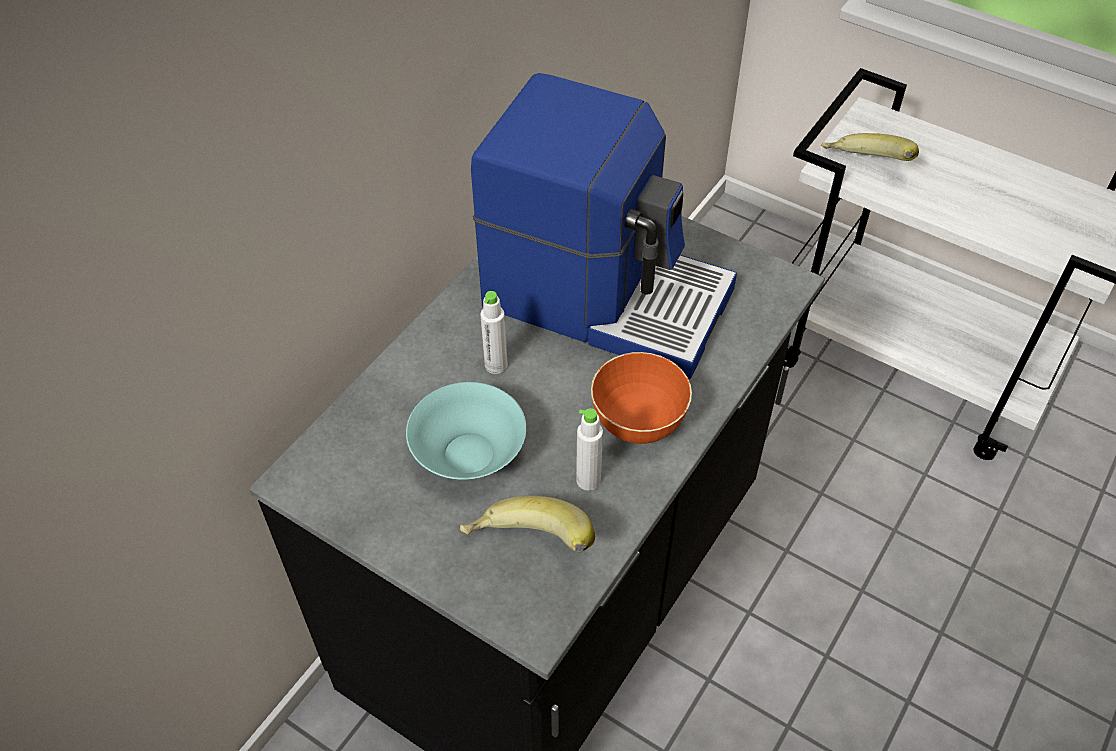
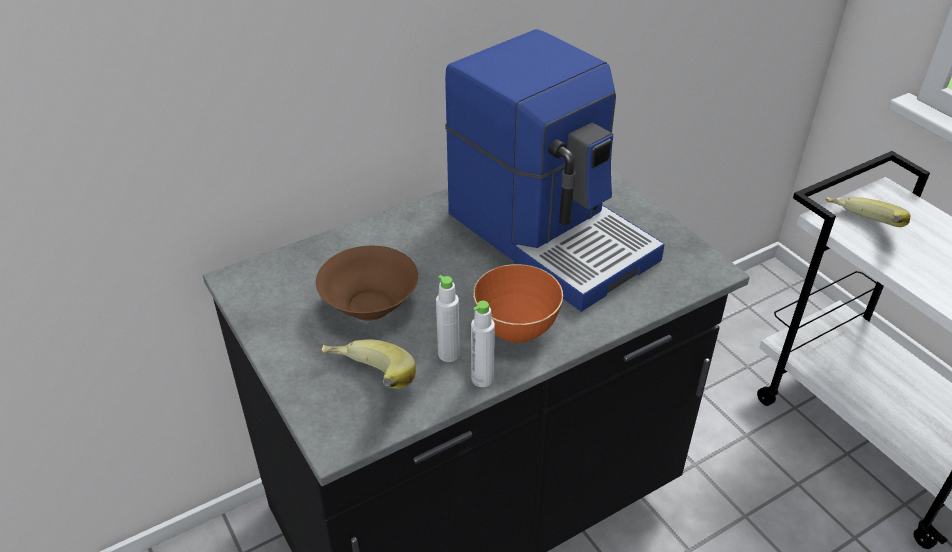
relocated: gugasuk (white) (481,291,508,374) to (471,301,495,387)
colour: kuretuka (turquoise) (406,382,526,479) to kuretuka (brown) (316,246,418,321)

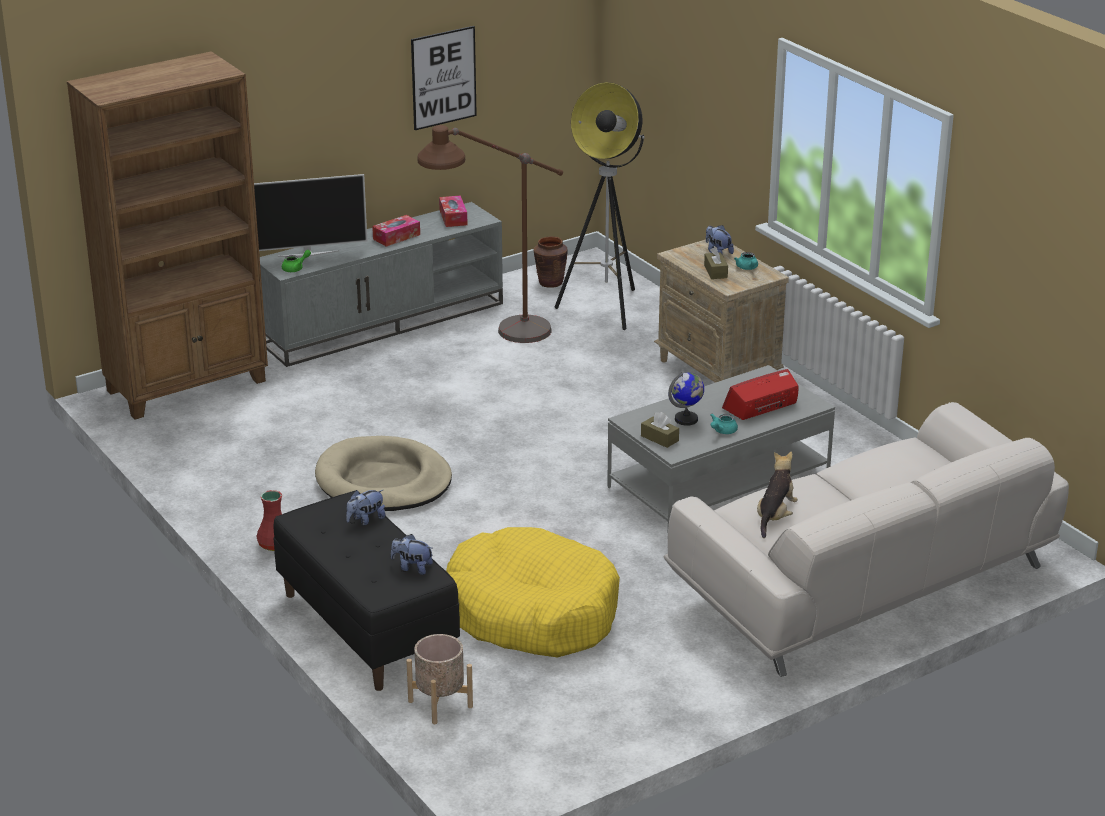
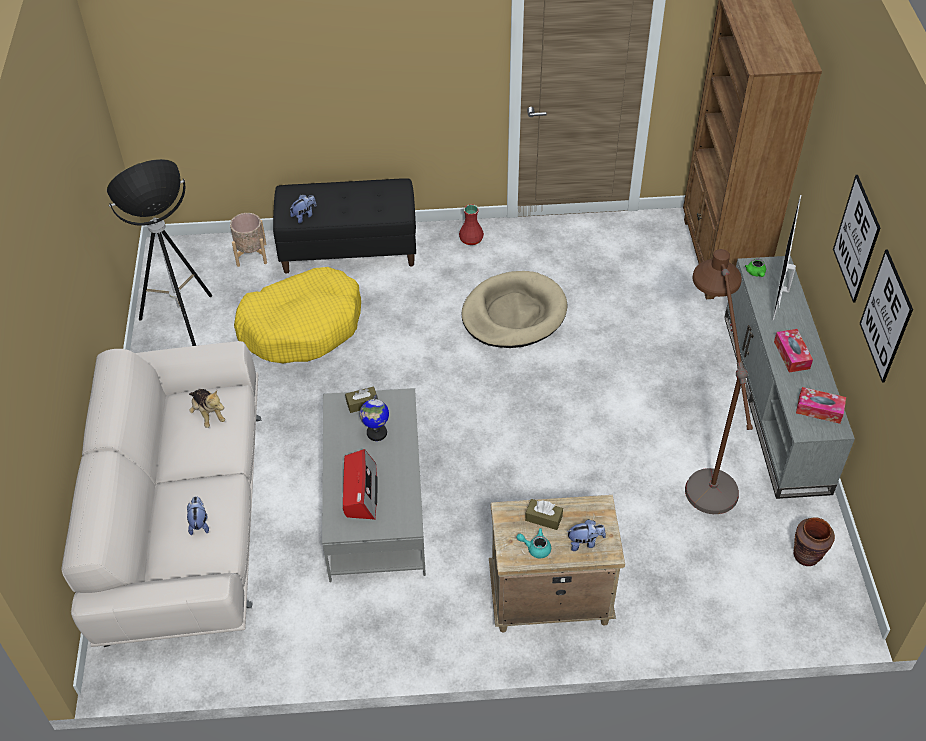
missing: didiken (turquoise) (711,414,738,434)
appeared: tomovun (833,175,880,303)
relocated: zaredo (555,82,645,330) to (107,159,212,346); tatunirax (346,490,385,525) to (187,496,209,535)

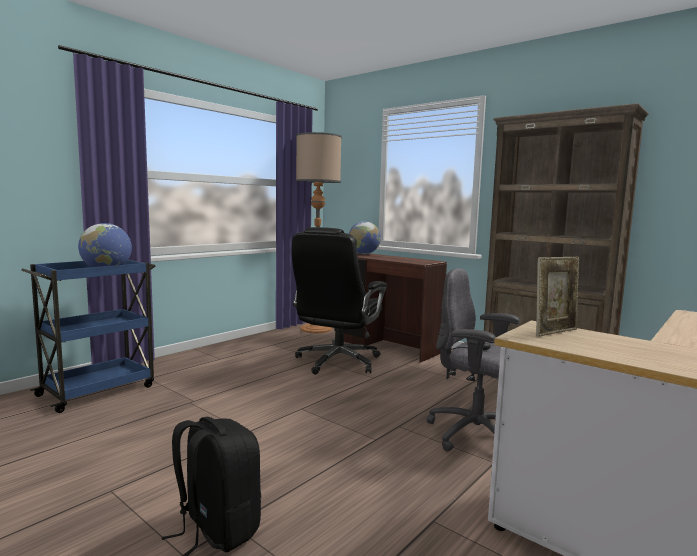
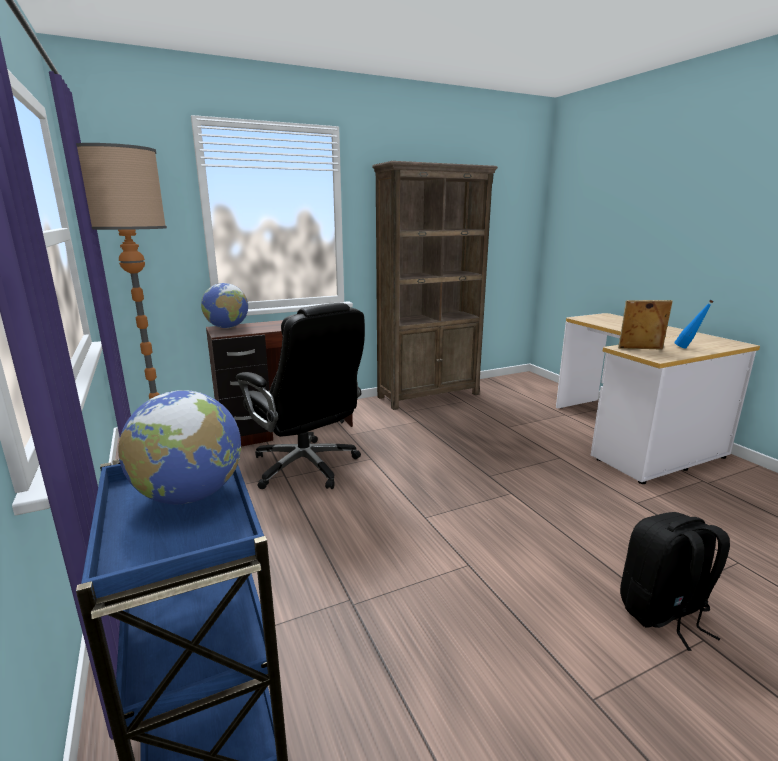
missing: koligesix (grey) (426,268,520,452)
appeared: gugasuk (blue) (674,300,714,349)
spun: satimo (536,257,579,337) = (618,300,673,350) 75 degrees counterclockwise

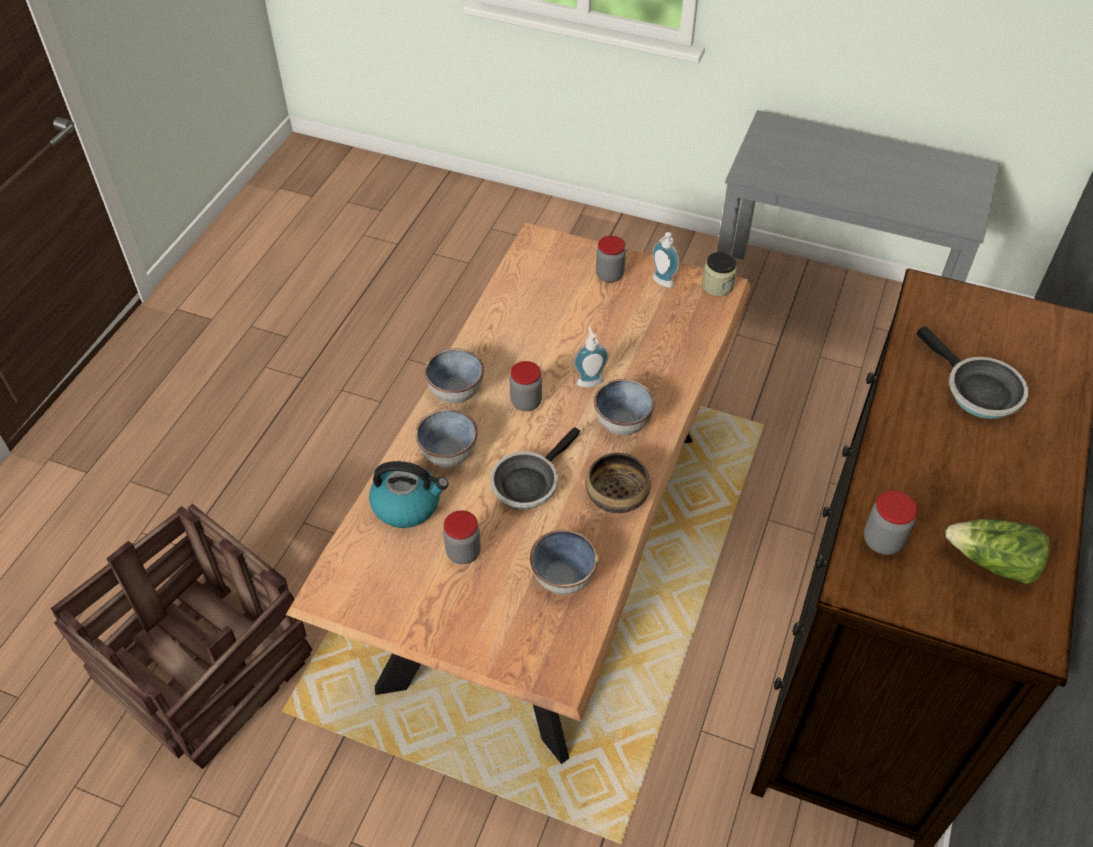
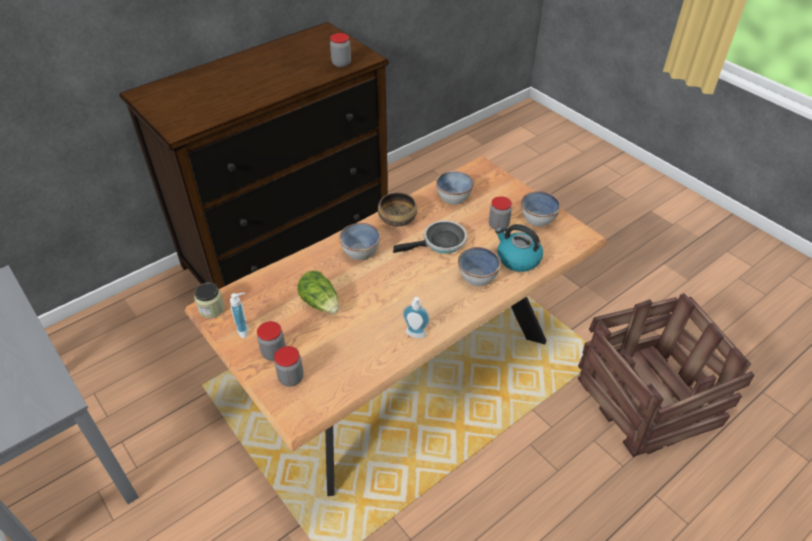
missing: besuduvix (917,326,1028,419)
relocated: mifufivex (510,361,542,411) to (274,346,304,387); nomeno (946,519,1050,584) to (297,271,339,314); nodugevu (574,326,609,387) to (403,297,430,338); kuretuka (425,348,484,404) to (521,191,561,227)

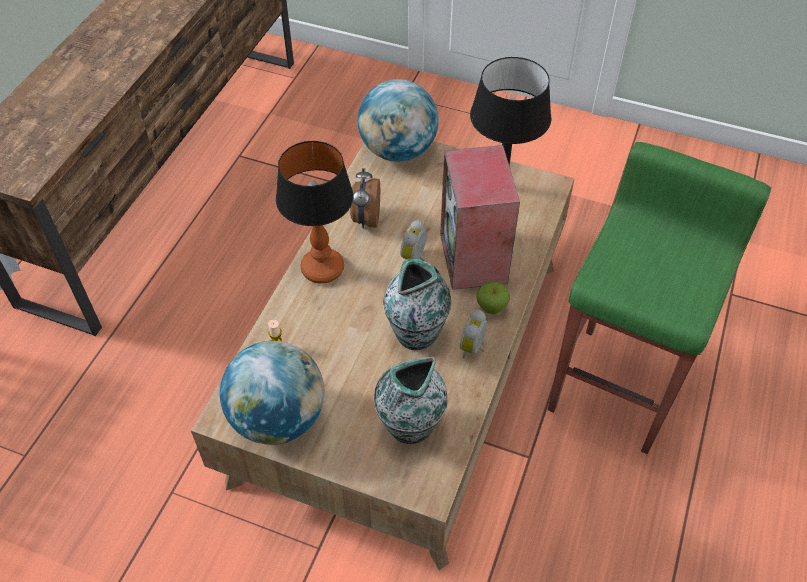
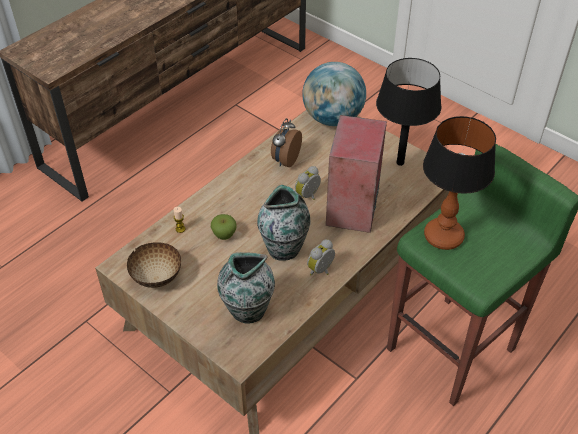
relocated: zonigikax (476,282,510,314) to (211,214,237,240); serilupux (276,141,354,284) to (423,116,496,250)
exchanged: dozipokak (220,341,324,445) to kuretuka (127,242,181,288)

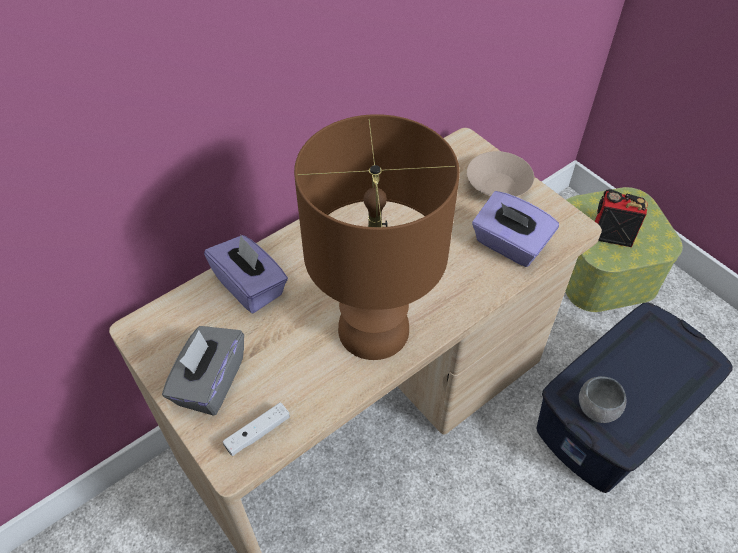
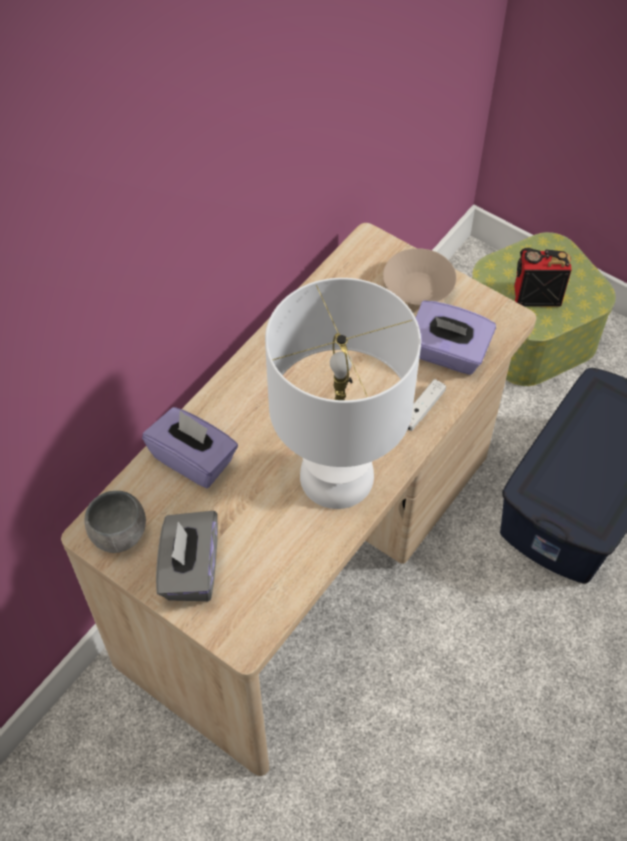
relocated: kuretuka (grey) (579,376,626,423) to (84,491,146,553); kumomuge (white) (223,402,290,456) to (407,379,446,431)
colour: serilupux (brown) (294,114,460,360) to serilupux (white) (265,278,421,509)

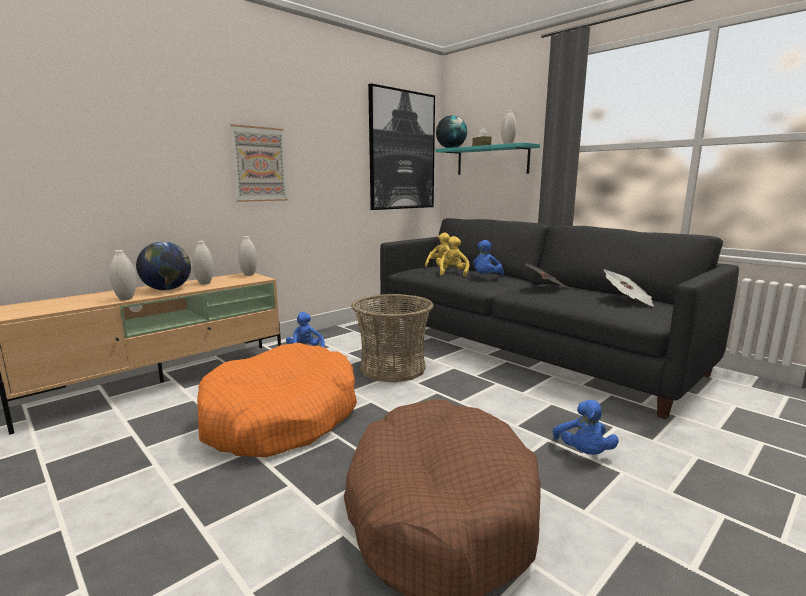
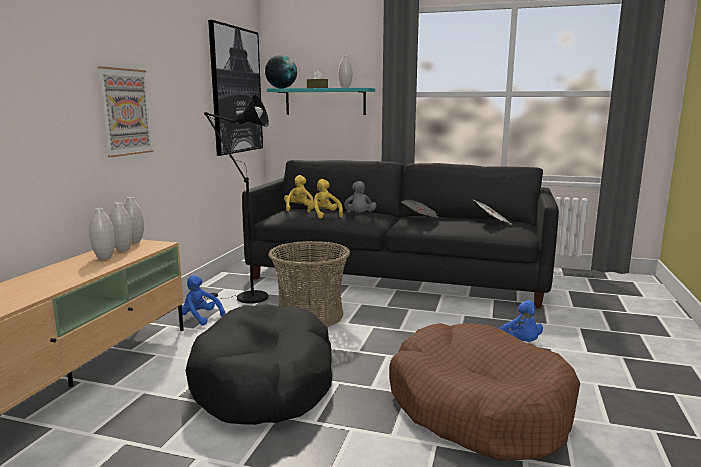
missing: dozipokak (136,242,191,290)
appeared: zaredo (black) (204,94,269,304)
relocated: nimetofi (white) (109,250,136,300) to (109,202,133,251)
colour: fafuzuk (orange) (197,343,357,457) to fafuzuk (black) (185,304,332,425); tatunirax (blue) (473,240,504,275) to tatunirax (grey) (344,181,377,213)

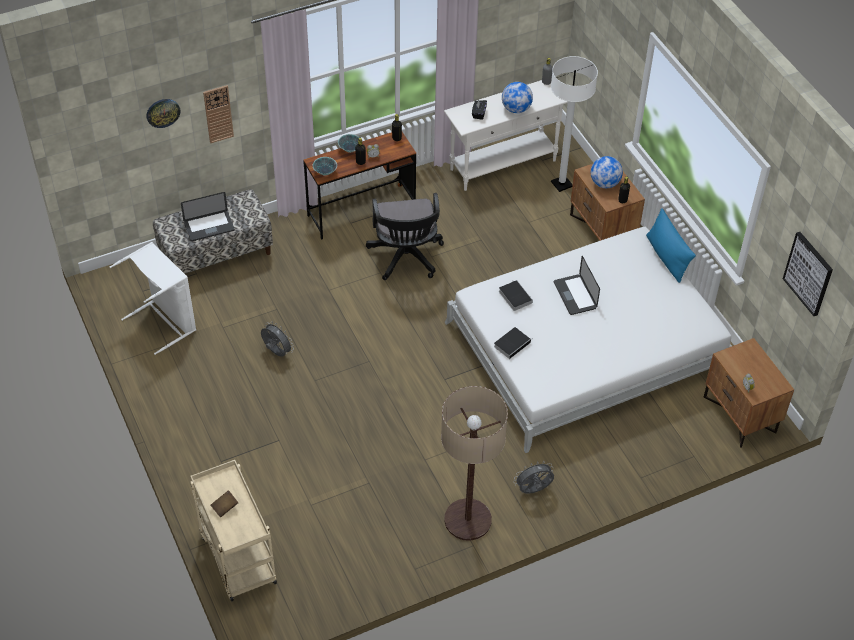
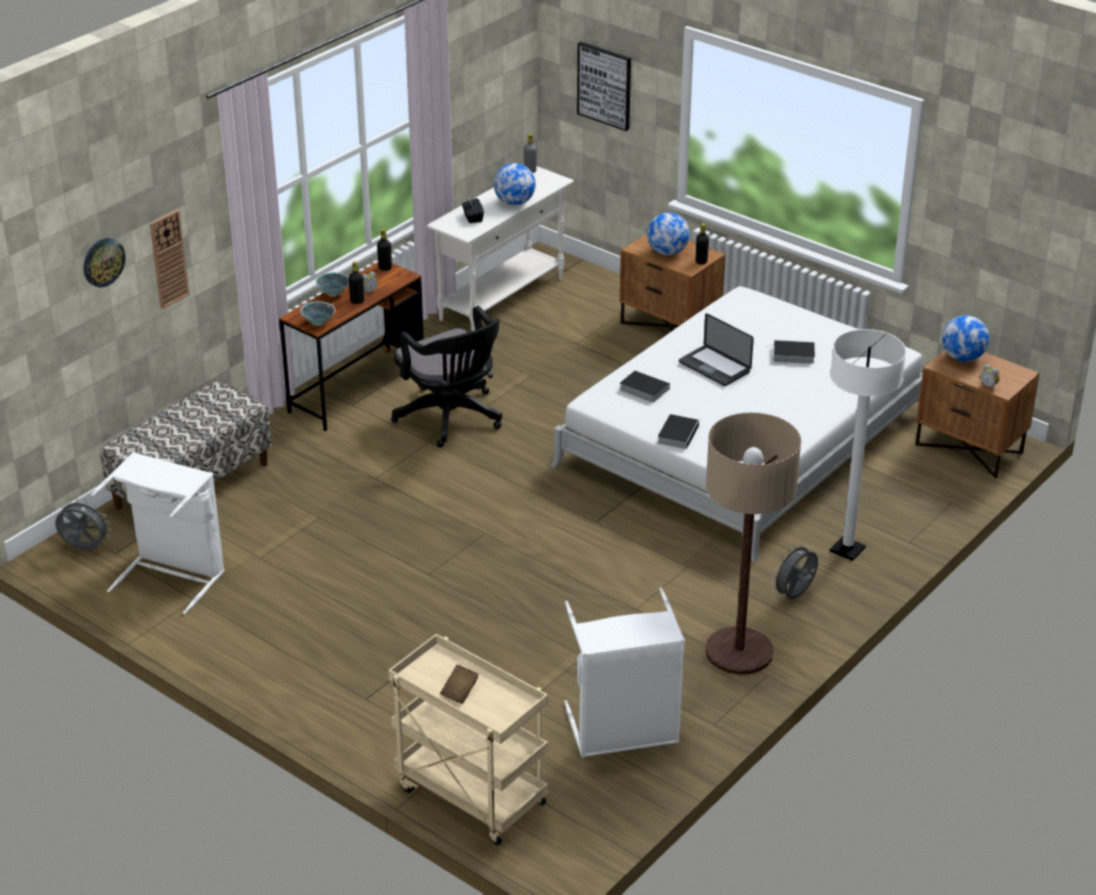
missing: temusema (181,192,235,241); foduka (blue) (646,209,696,283)
appeared: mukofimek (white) (564,588,685,758); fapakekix (766,340,815,364); dozipokak (942,315,989,362)
relocated: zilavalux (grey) (261,321,294,357) to (55,499,111,550); tomovun (783,232,833,316) to (577,42,631,131); zaredo (white) (551,56,598,192) to (830,329,906,561)

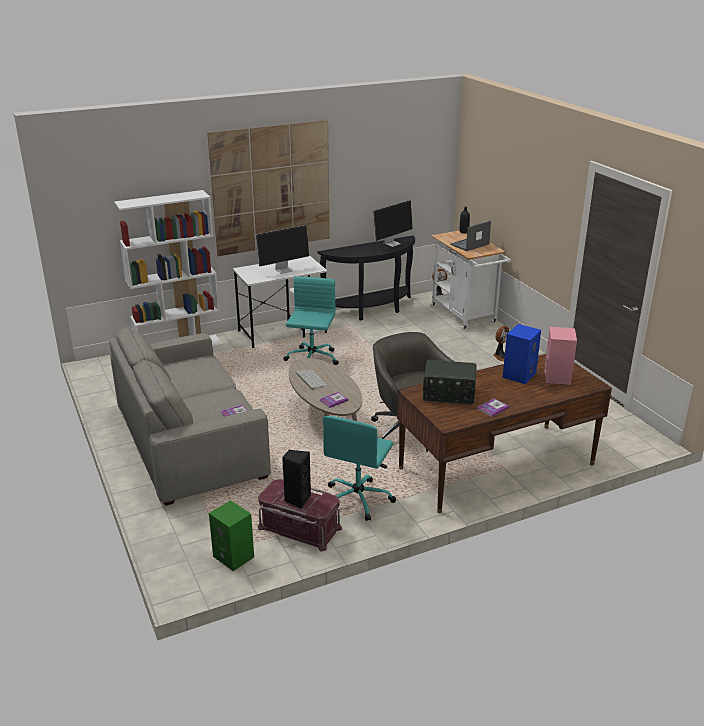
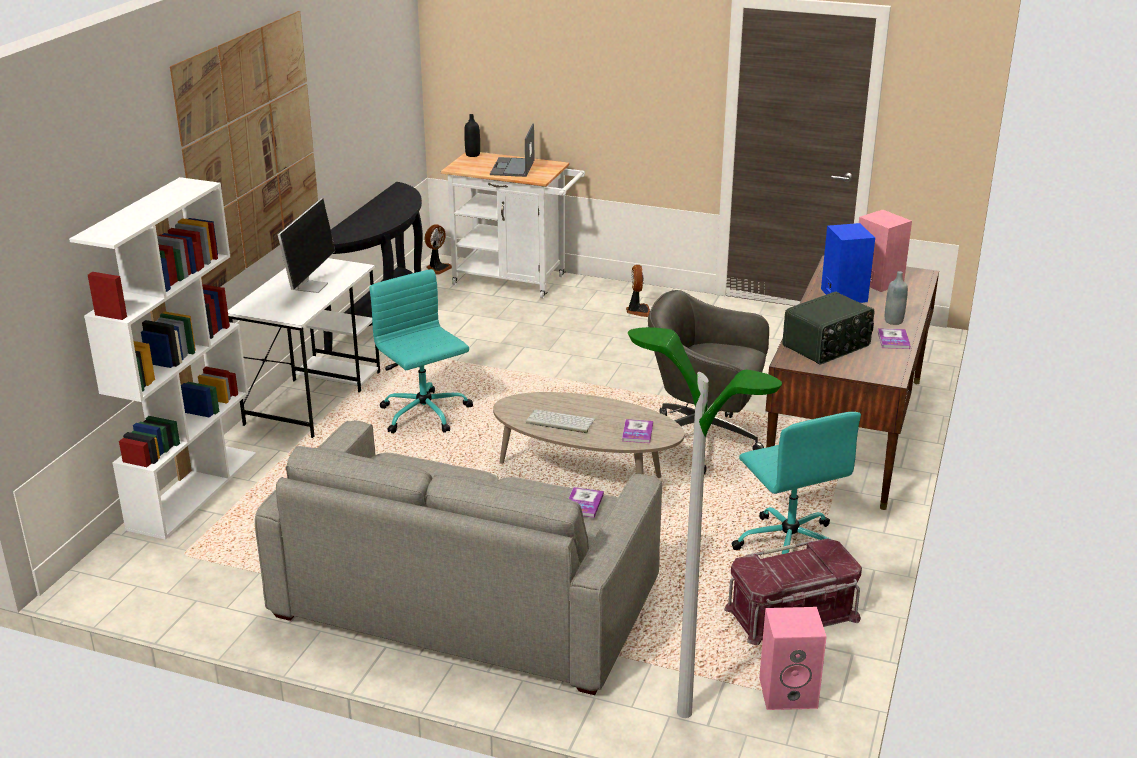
missing: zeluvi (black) (282,450,311,509); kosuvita (372,200,413,247)
appeared: zaredo (628,327,782,718); gugasuk (grey) (885,271,908,325)
colour: zeluvi (green) (209,500,254,571) to zeluvi (pink) (759,607,827,710)

